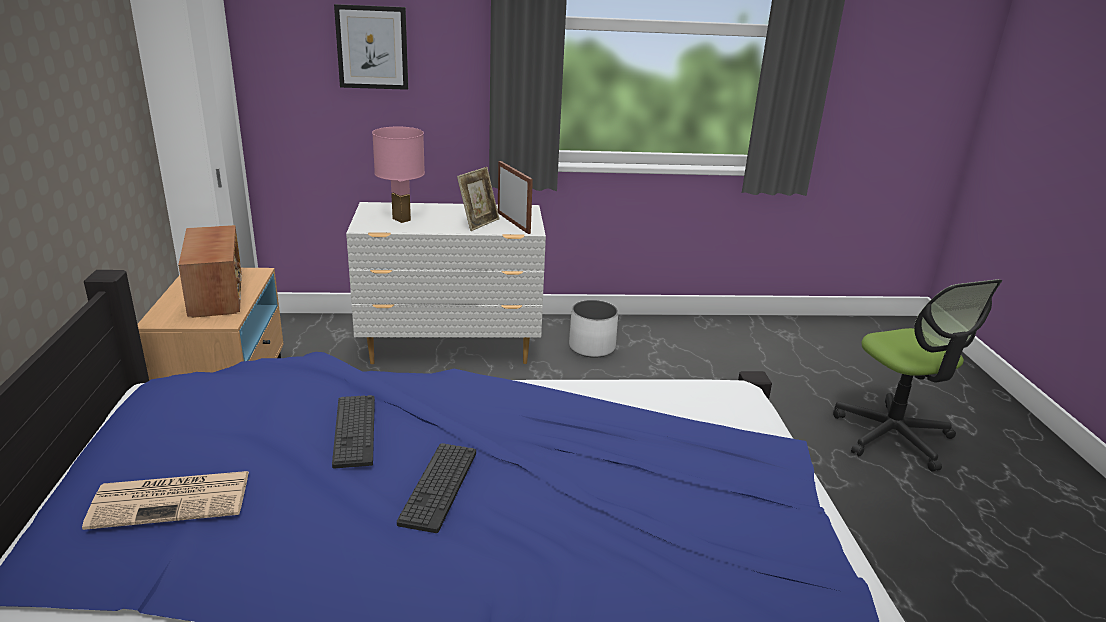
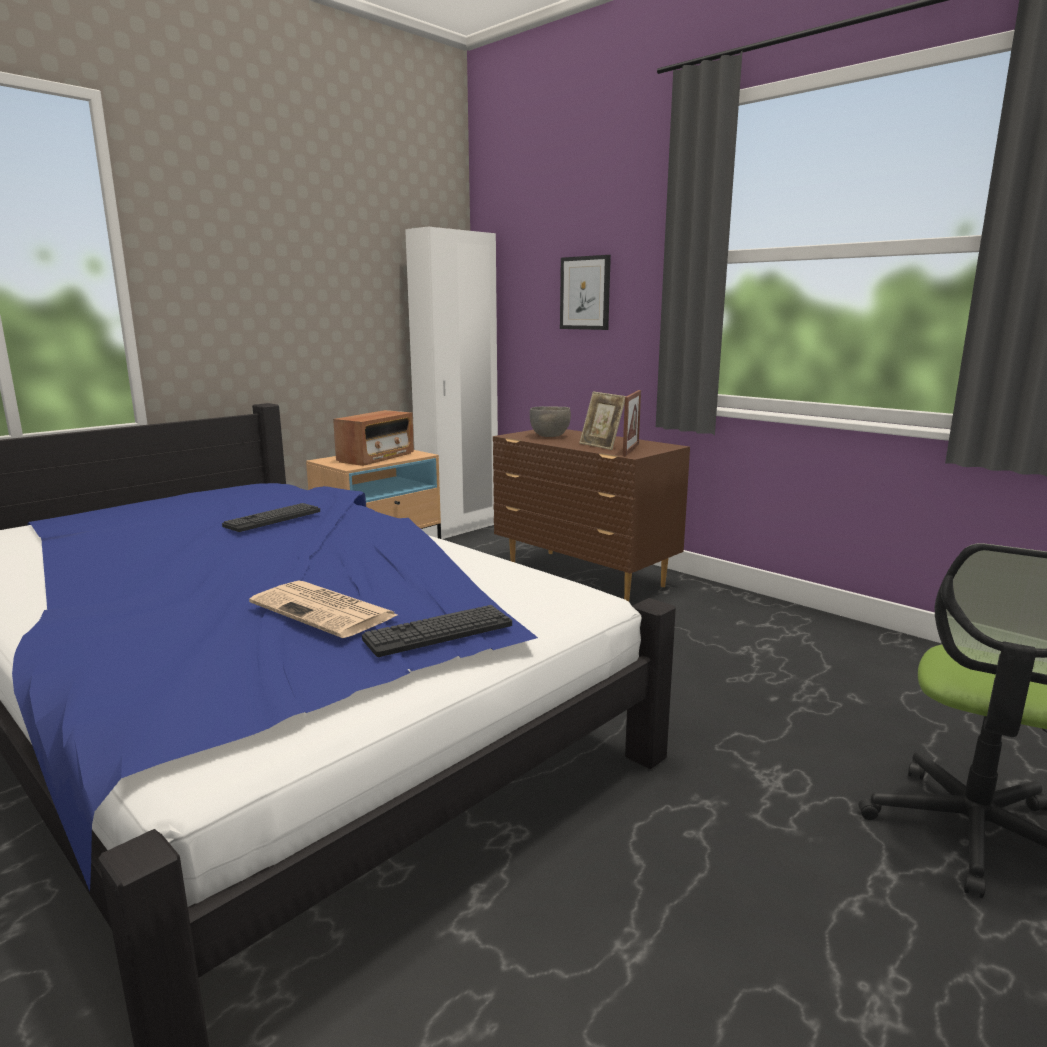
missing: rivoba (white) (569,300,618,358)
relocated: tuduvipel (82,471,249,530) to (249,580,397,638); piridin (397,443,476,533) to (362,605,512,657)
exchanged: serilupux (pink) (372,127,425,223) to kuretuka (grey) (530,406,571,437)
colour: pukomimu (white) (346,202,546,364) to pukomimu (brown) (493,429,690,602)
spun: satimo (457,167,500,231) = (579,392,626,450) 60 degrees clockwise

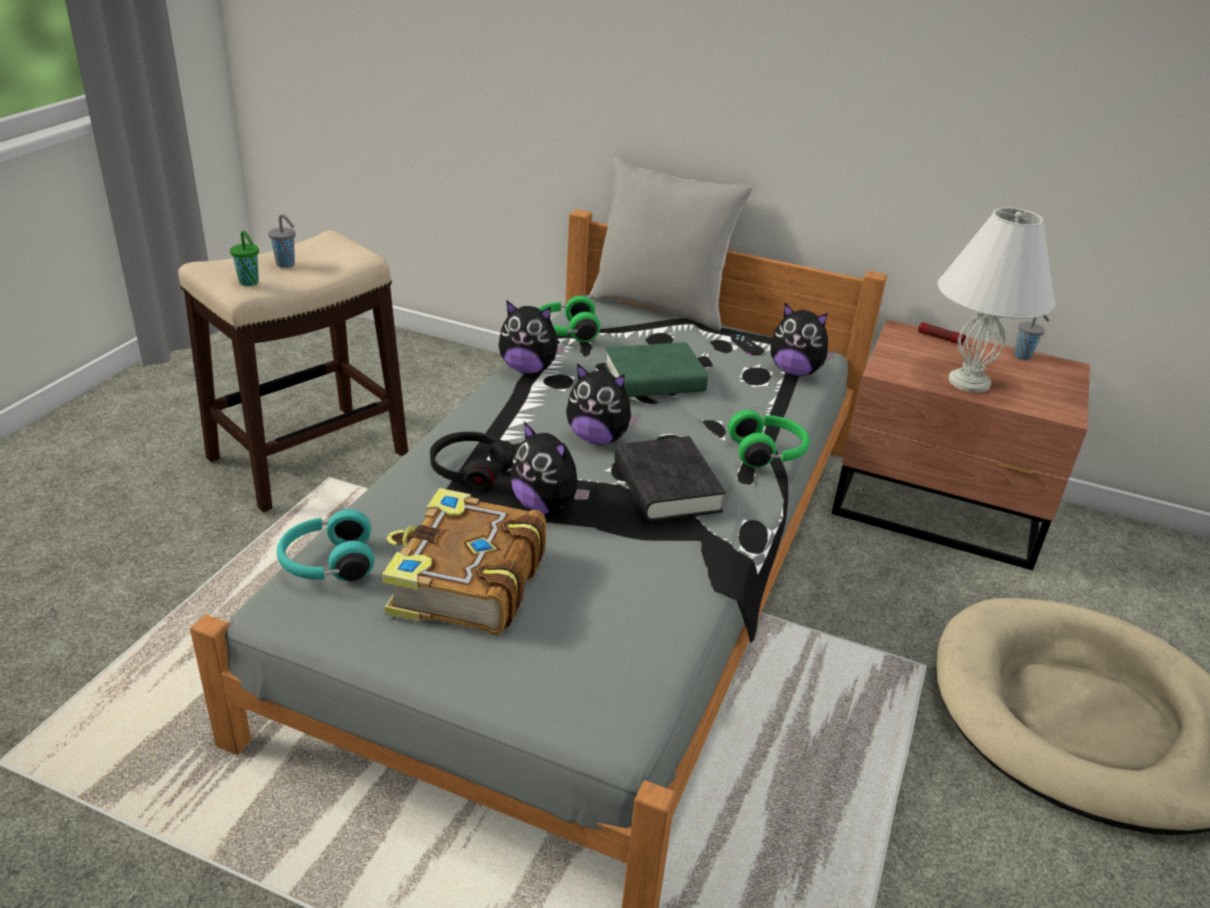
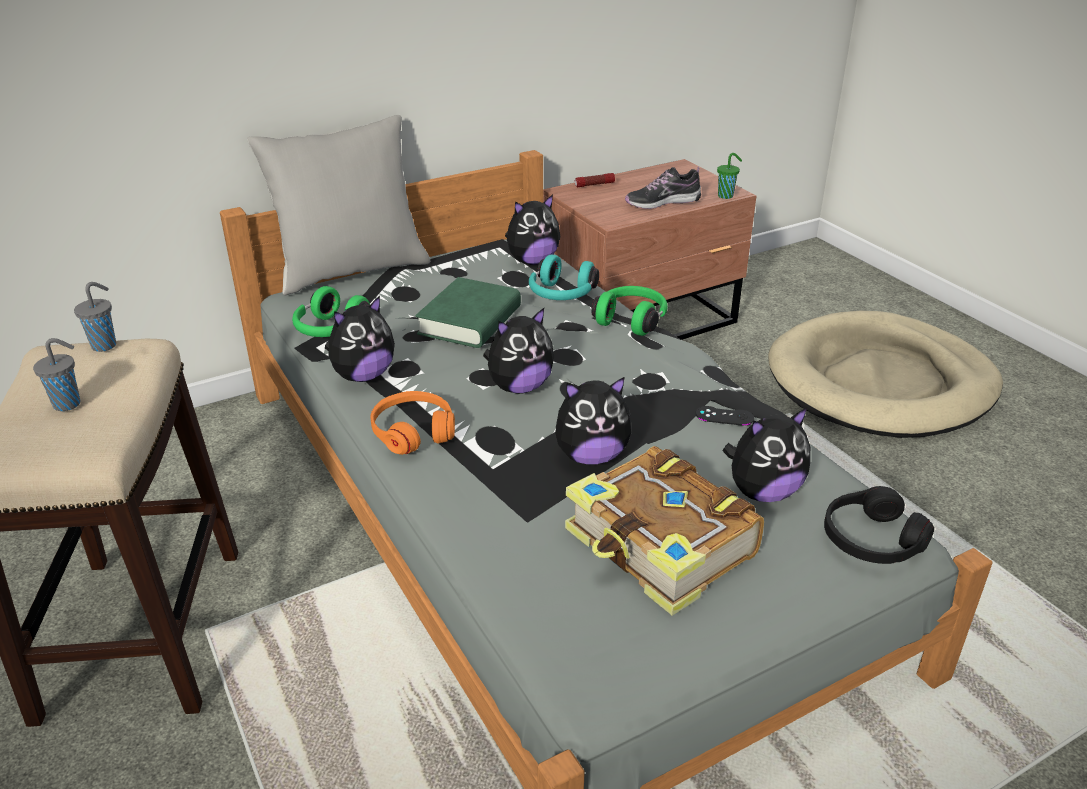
missing: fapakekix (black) (614,436,726,522)
appeared: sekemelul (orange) (370,391,455,455); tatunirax (723,408,810,502)
relocated: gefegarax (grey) (1014,315,1049,360) to (74,282,116,352); sekemelul (turquoise) (277,509,374,581) to (529,255,599,300); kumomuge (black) (731,334,764,355) to (695,406,754,426); gefegarax (green) (230,230,259,286) to (717,153,742,199); sekemelul (black) (430,432,516,489) to (824,486,934,564)
exchanged: serilupux (white) (938,207,1055,393) to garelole (625,166,701,209)

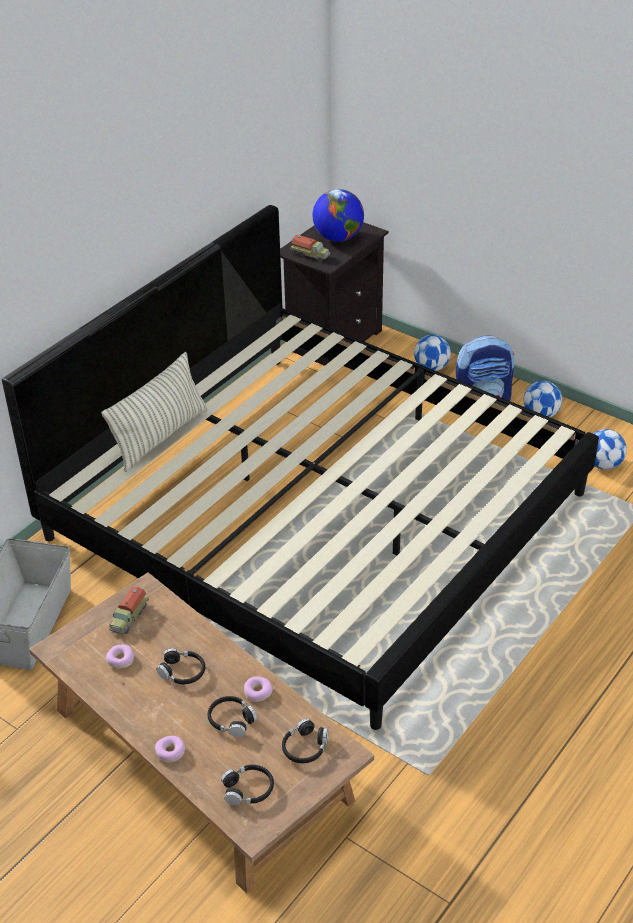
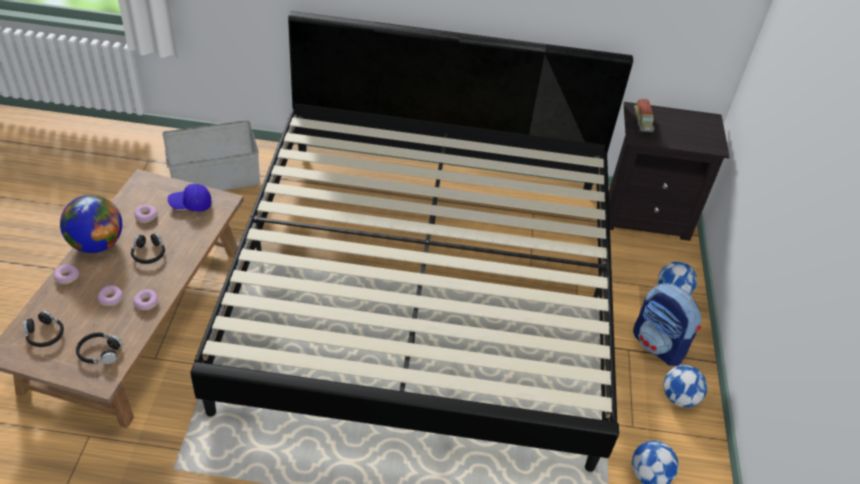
missing: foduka (101,352,208,472)
relocated: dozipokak (313,189,364,242) to (60,195,122,253)
exchanged: sekemelul (black) (208,696,257,737) to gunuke (98,285,123,306); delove (109,586,149,634) to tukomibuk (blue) (167,184,212,212)

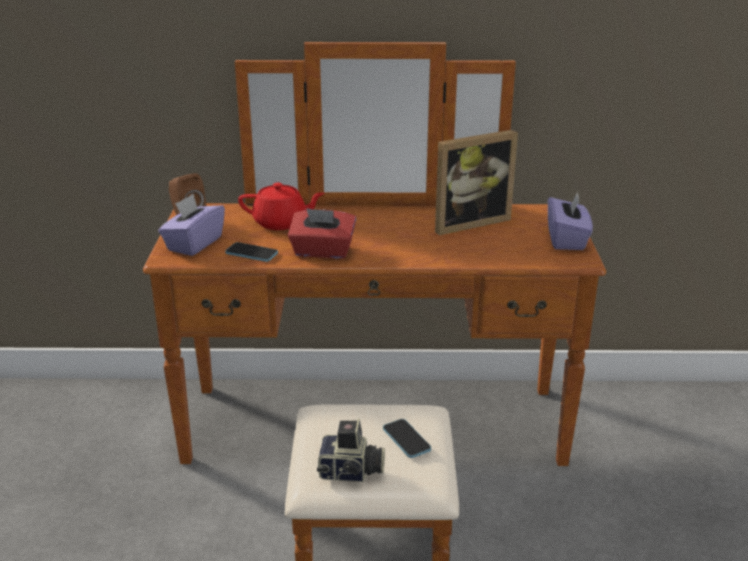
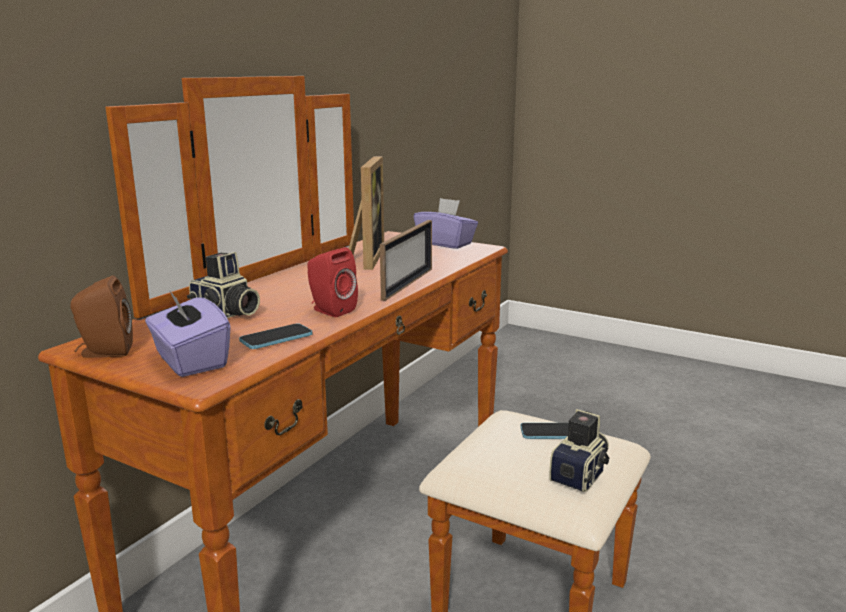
appeared: satimo (380,220,432,301)
exchanged: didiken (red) (238,183,325,230) to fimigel (187,252,260,318); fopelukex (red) (288,208,356,259) to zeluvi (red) (307,247,358,317)

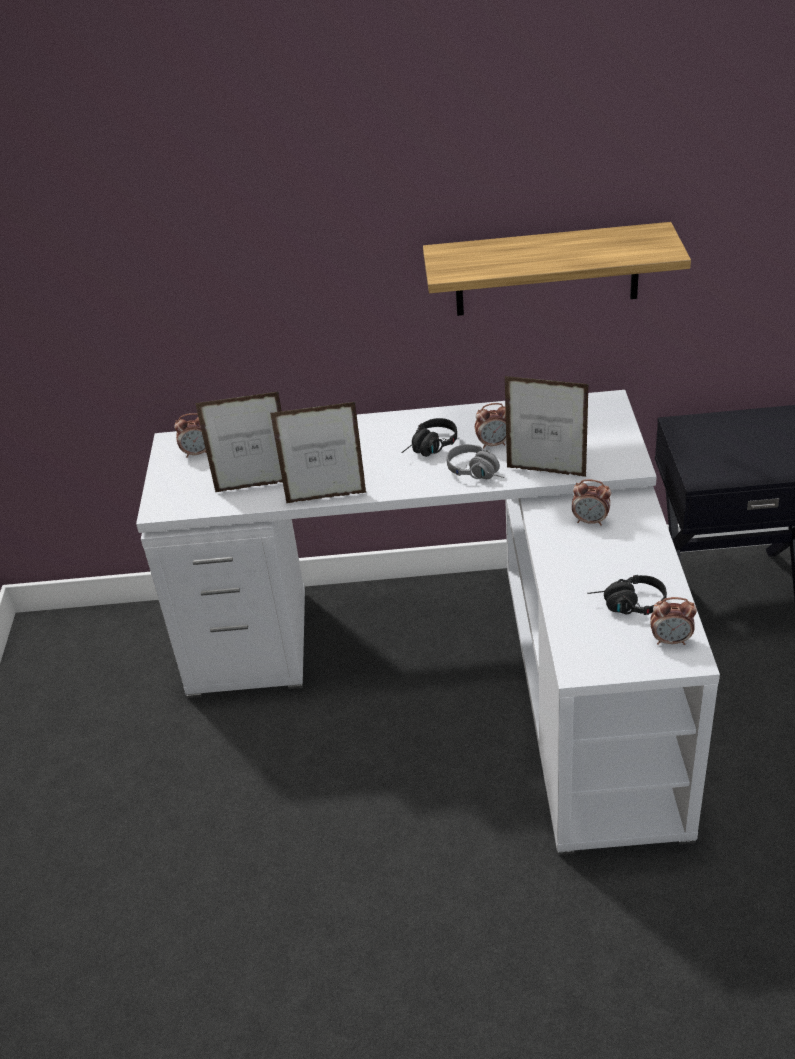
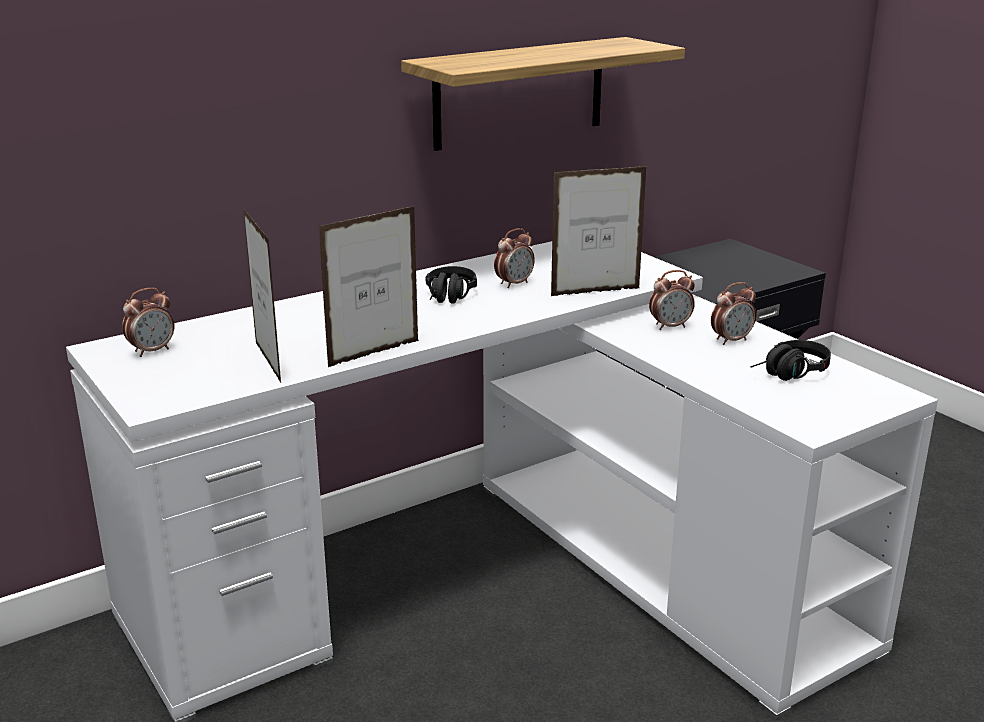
missing: sekemelul (grey) (447,444,505,479)
relocated: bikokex (651,597,697,645) to (711,282,756,345)
spun: satimo (195,391,283,492) = (243,208,281,383) 105 degrees clockwise

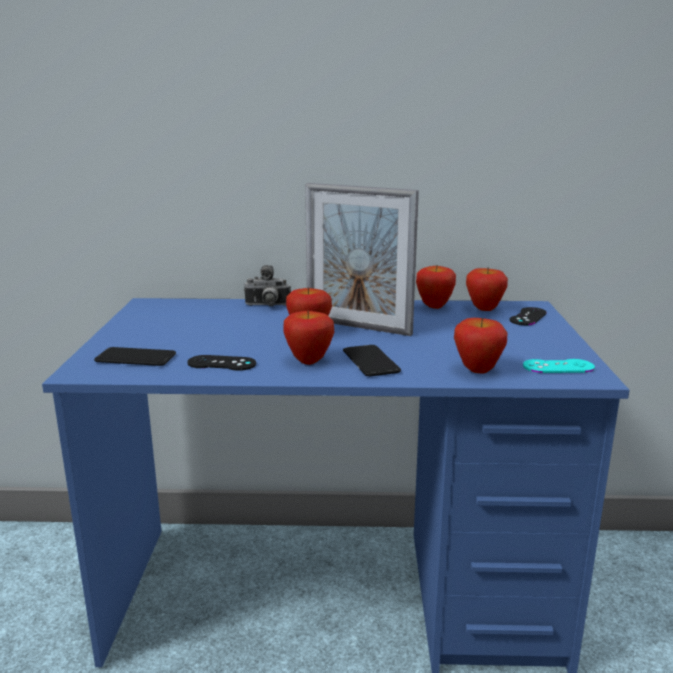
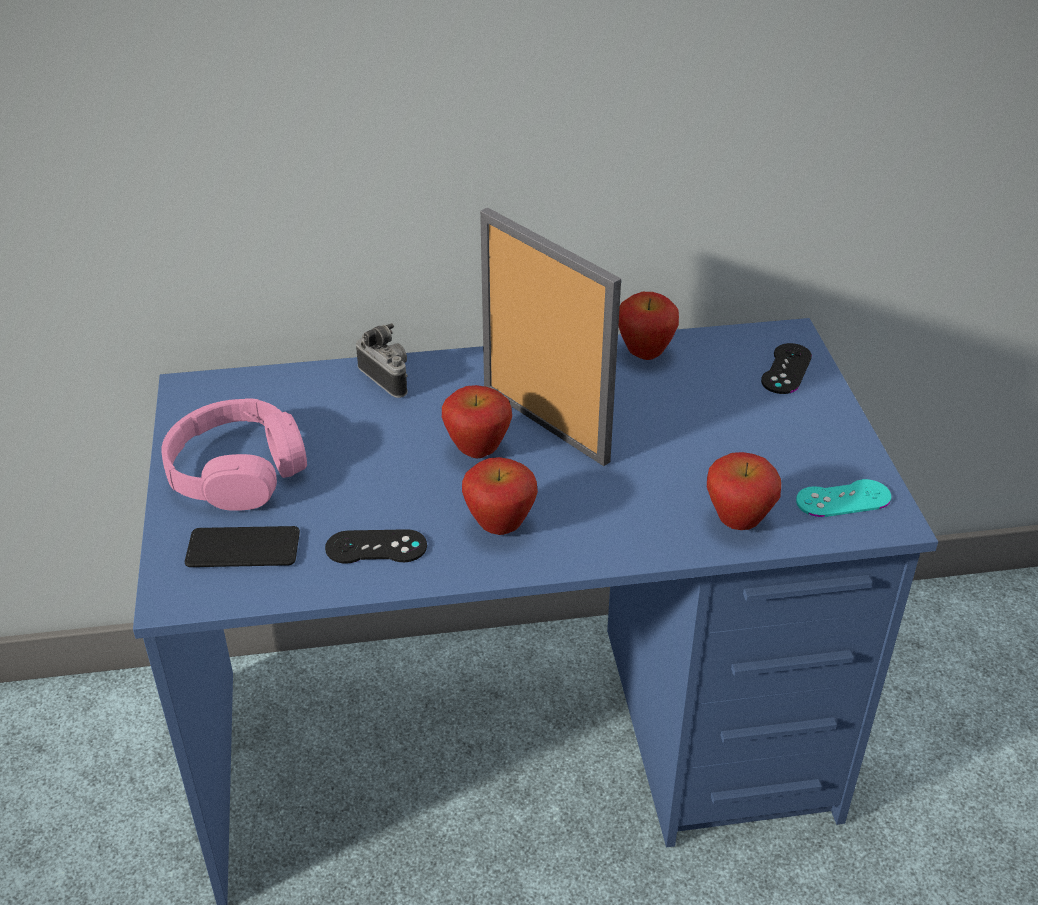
missing: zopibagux (343,345,401,376); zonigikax (466,267,508,311)
appeared: sekemelul (pink) (162,398,307,511)
spun: fimigel (244,265,291,306) = (356,323,408,398) 120 degrees counterclockwise; satimo (305,183,419,336) = (480,208,621,466) 150 degrees counterclockwise

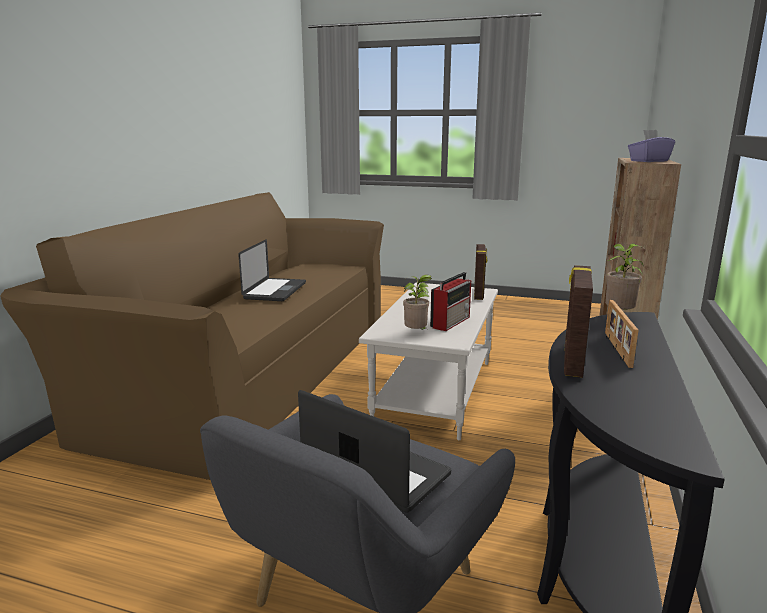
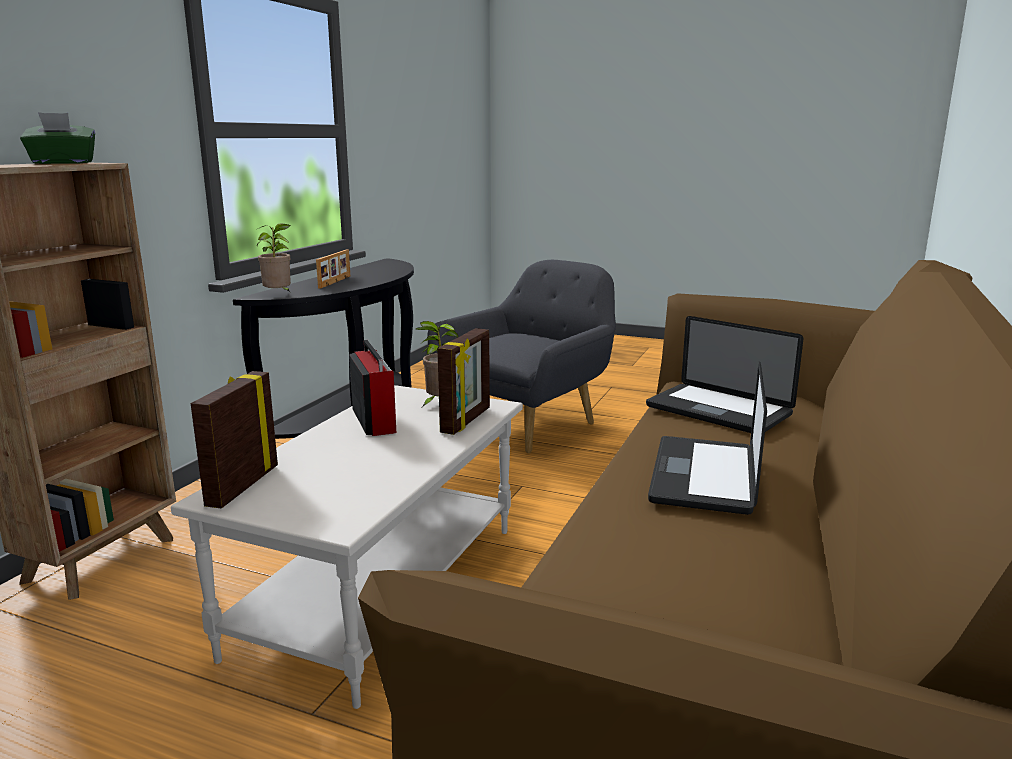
relocated: satimo (564,265,593,378) to (438,328,490,435); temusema (298,390,451,513) to (646,316,803,433)
colour: fopelukex (purple) (628,130,675,162) to fopelukex (green) (20,112,95,164)
spun: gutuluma (430,272,471,331) = (349,340,396,436) 120 degrees clockwise

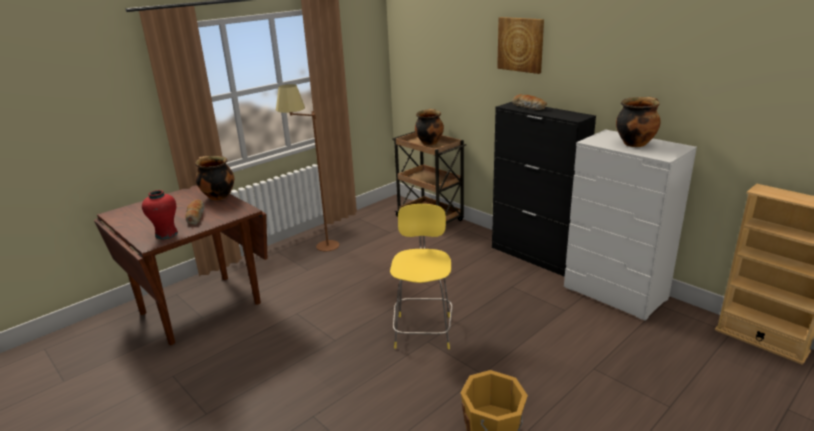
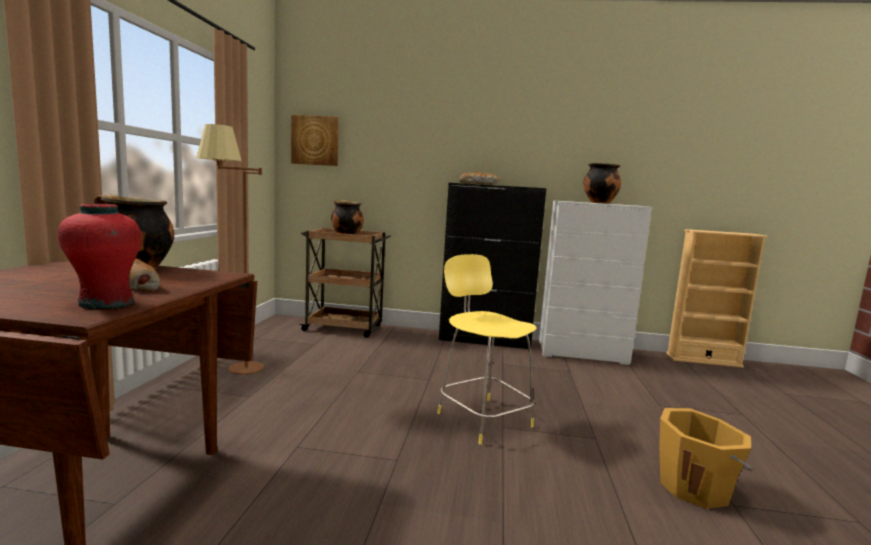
relocated: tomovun (497,17,544,74) to (291,115,339,166)

